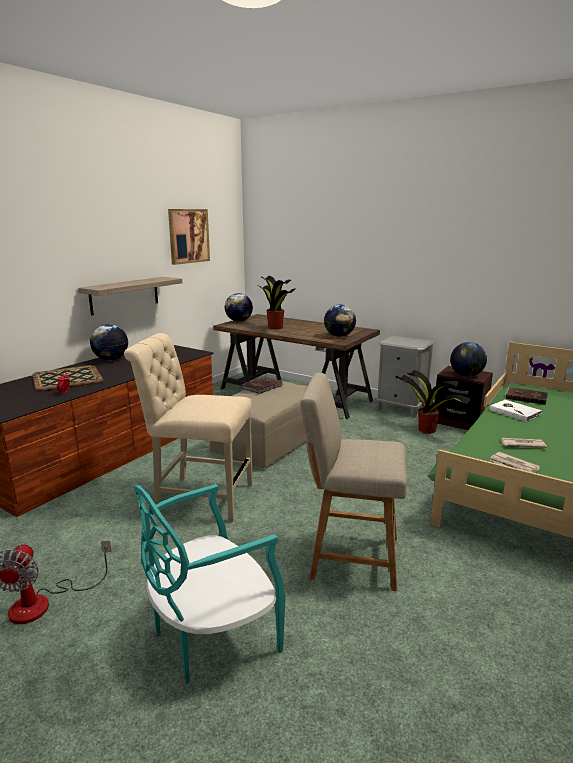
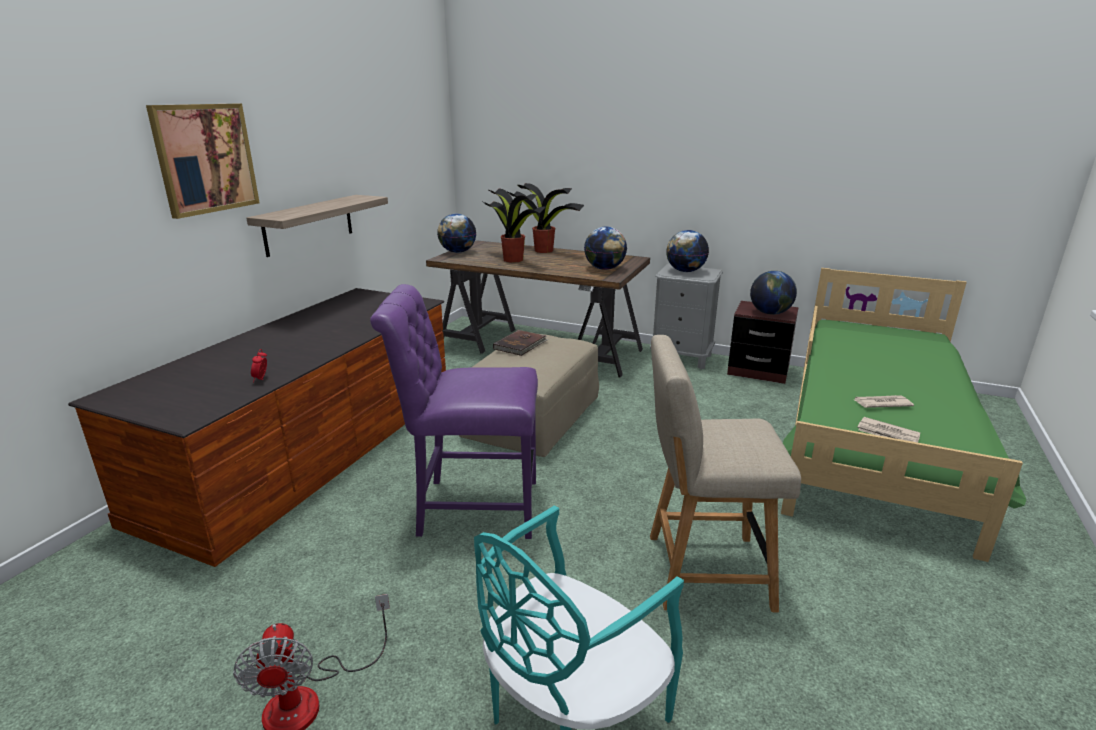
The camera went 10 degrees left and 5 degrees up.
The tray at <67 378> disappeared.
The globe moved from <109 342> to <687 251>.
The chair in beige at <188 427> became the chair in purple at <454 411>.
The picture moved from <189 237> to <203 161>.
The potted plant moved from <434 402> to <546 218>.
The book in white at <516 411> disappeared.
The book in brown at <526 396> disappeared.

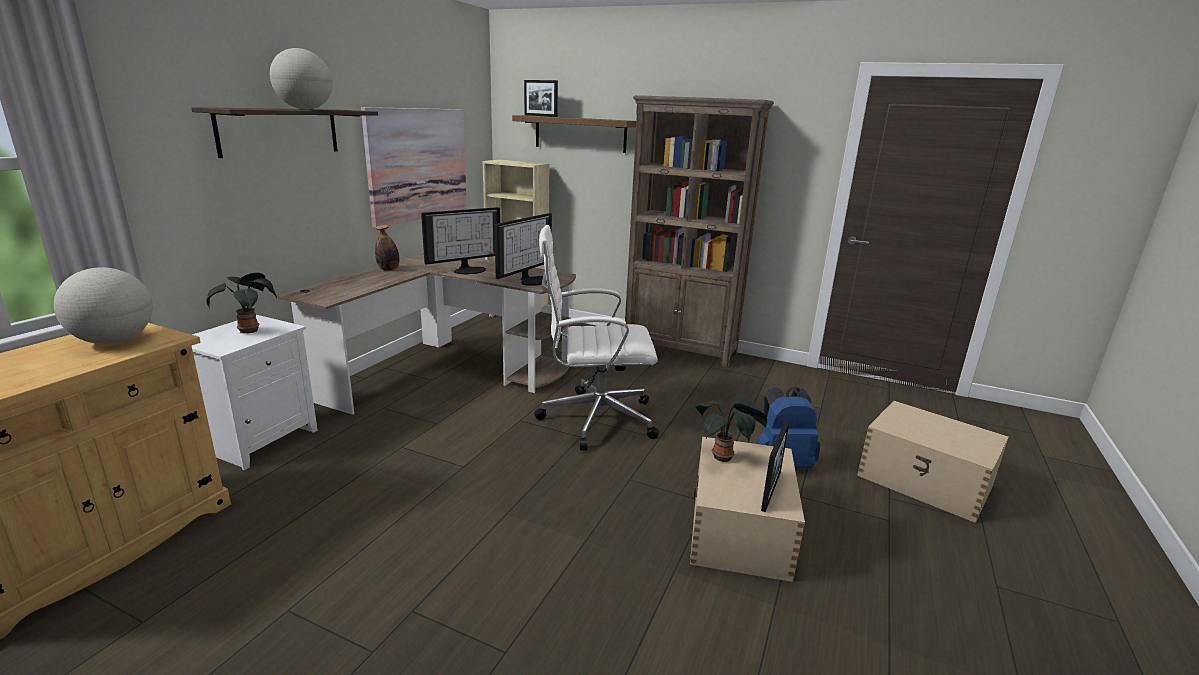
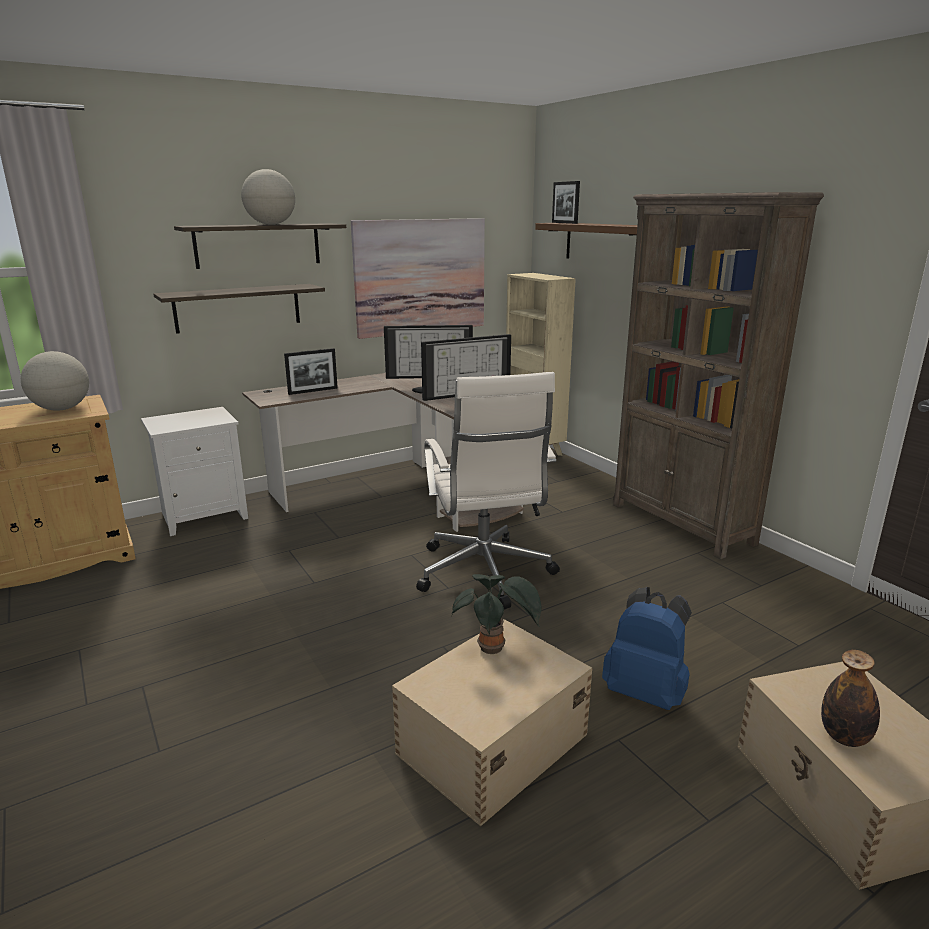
The camera went 35 degrees right and 0 degrees up.
The potted plant at <241 303> disappeared.
The bottle moved from <387 248> to <850 698>.
The office chair in white at <596 337> turned 135 degrees counterclockwise.
The picture frame moved from <775 466> to <311 371>.
The shelf at <239 309> appeared.

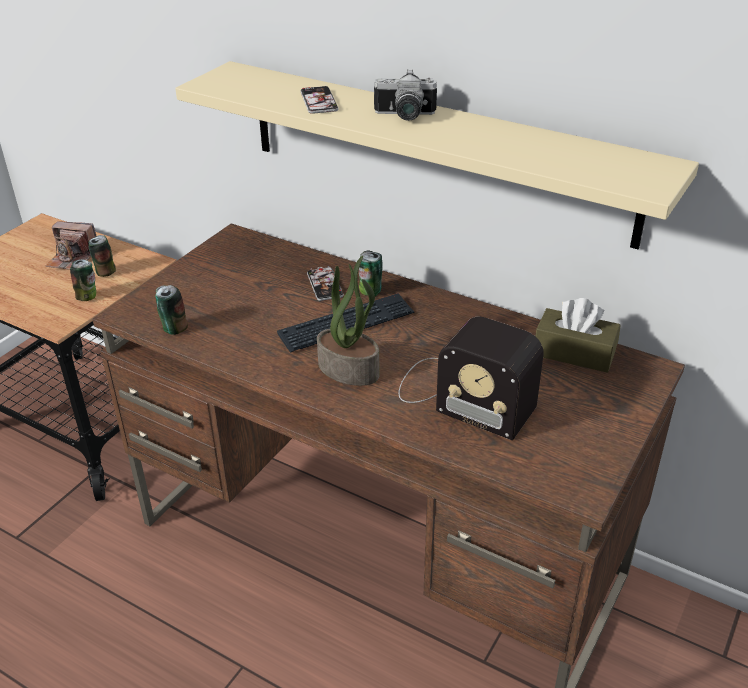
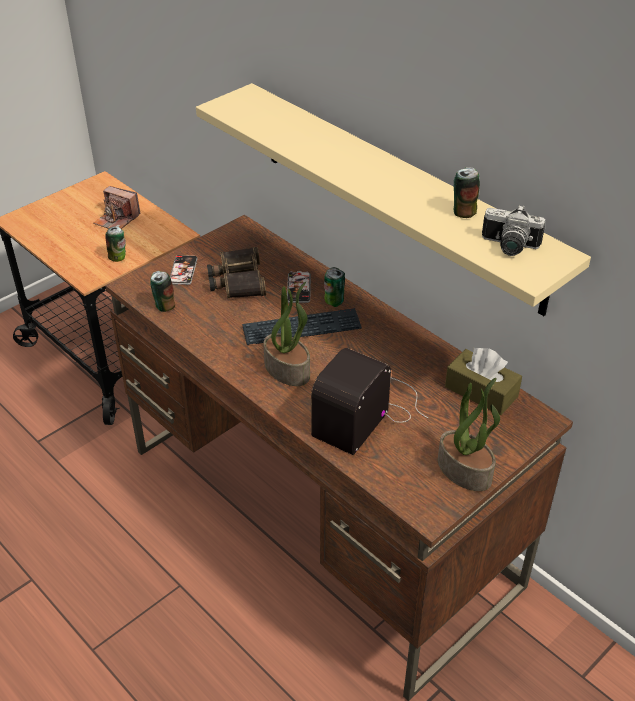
The camera went 15 degrees right and 5 degrees up.
The can moved from <102 256> to <467 192>.
The phone moved from <319 99> to <184 270>.
The photo camera moved from <405 95> to <513 230>.
The radio at <471 378> turned 75 degrees clockwise.
The binoculars at <236 272> appeared.
The potted plant at <469 434> appeared.

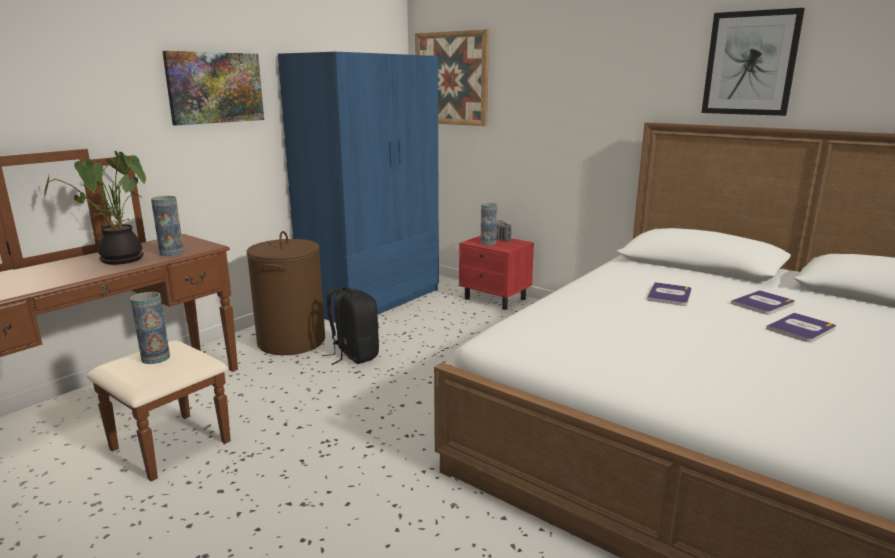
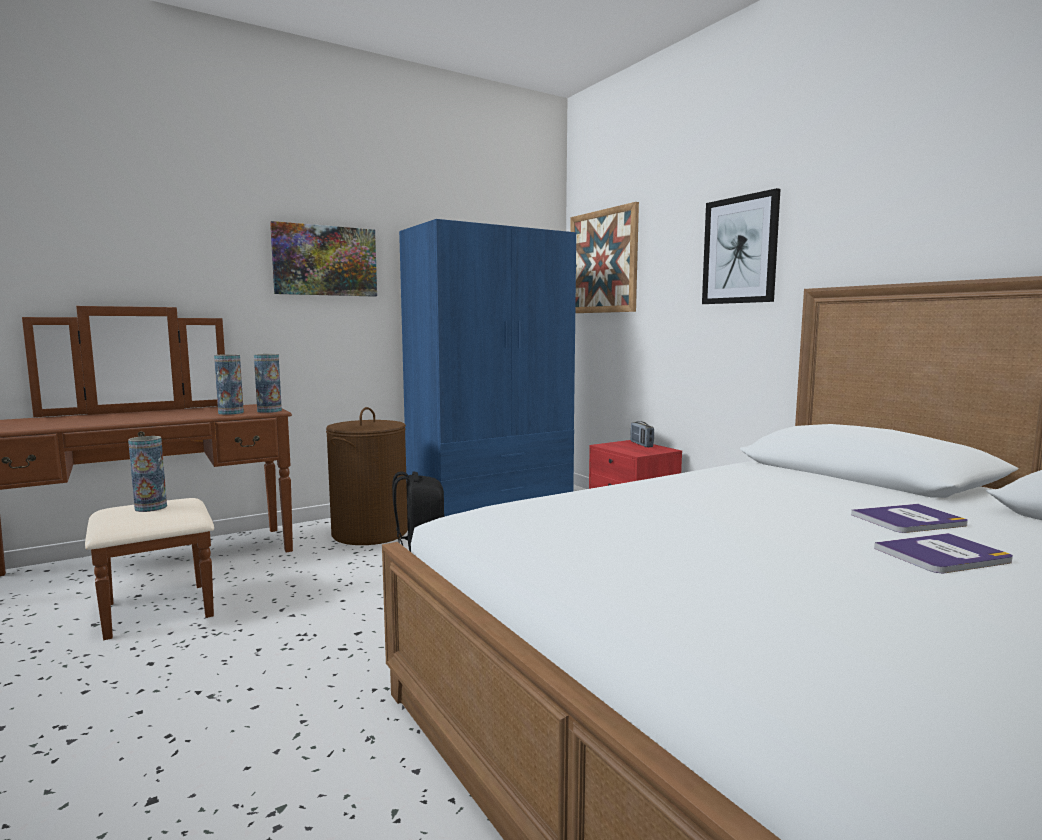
The camera went 20 degrees right and 10 degrees down.
The potted plant at <95 208> disappeared.
The vase moved from <489 224> to <268 383>.
The book at <669 294> disappeared.
The picture moved from <753 62> to <741 246>.

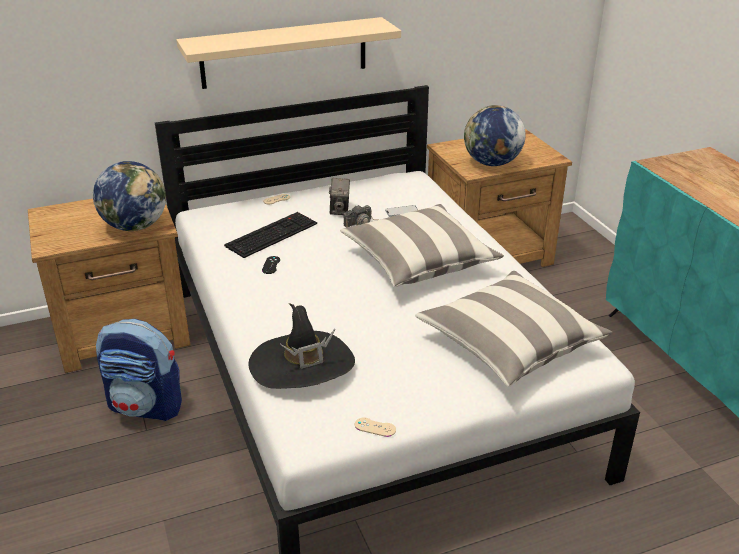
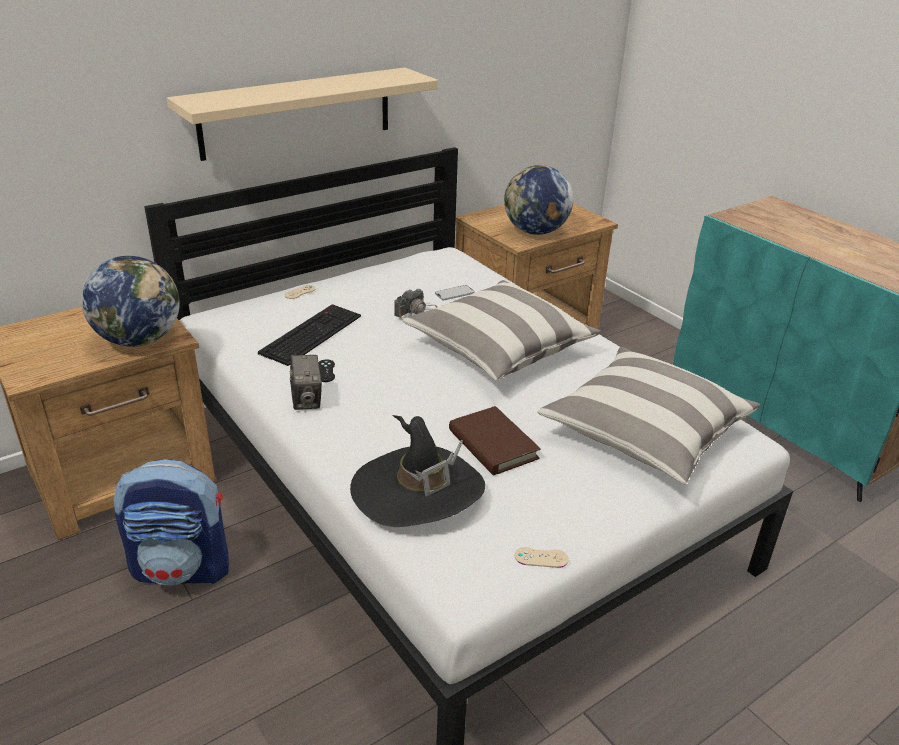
The camera went 15 degrees left and 0 degrees up.
The photo camera moved from <339 196> to <306 382>.
The book in brown at <495 440> appeared.

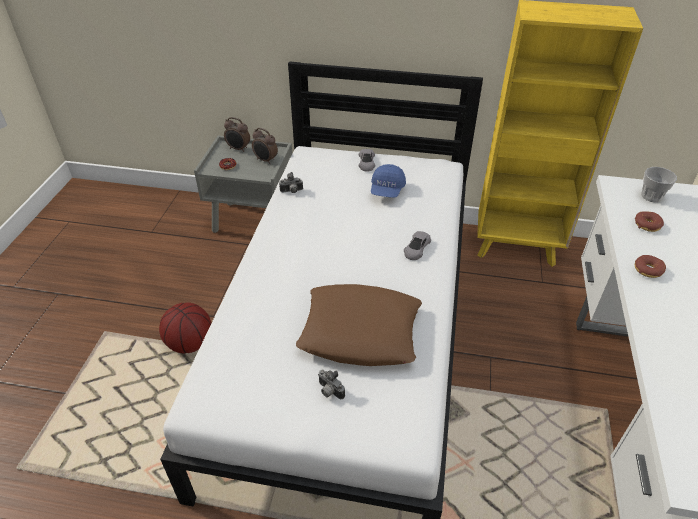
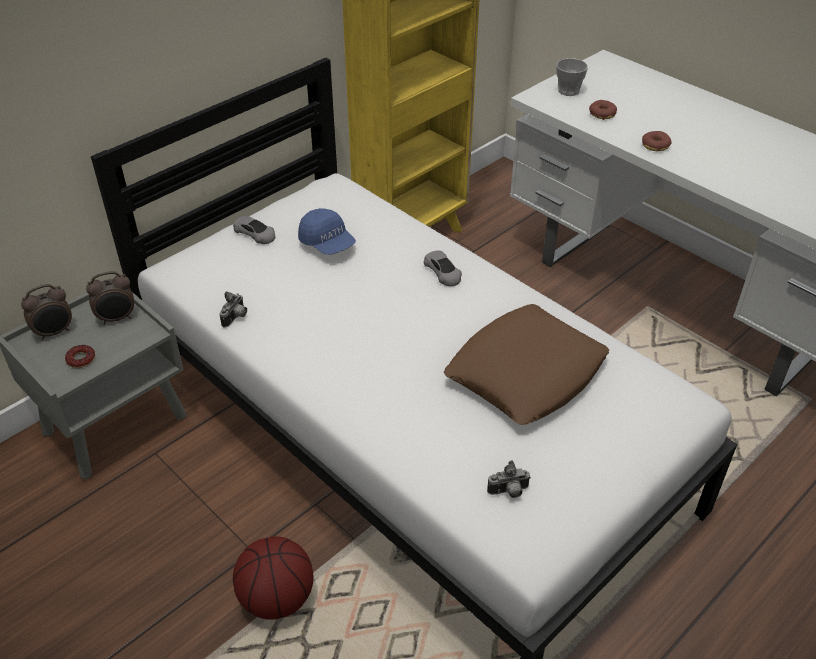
The camera went 55 degrees left and 0 degrees up.
The photo camera moved from <331 384> to <509 479>.

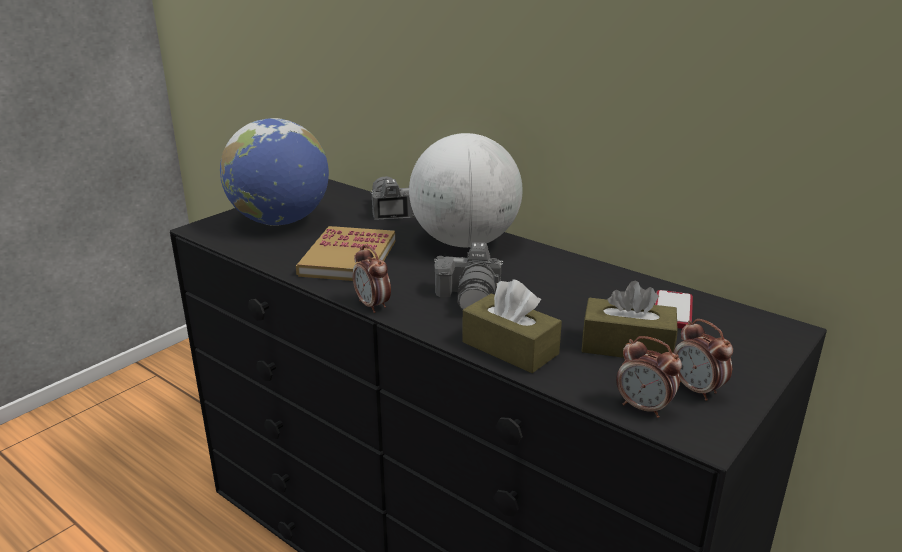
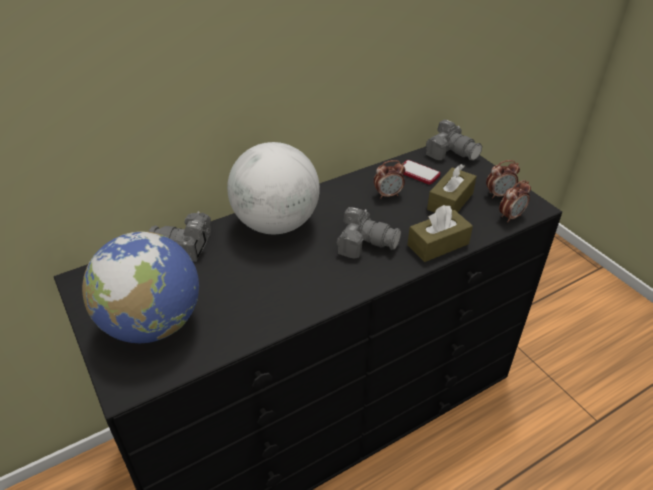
The camera went 70 degrees left and 15 degrees up.
The book at <345 253> disappeared.
The alarm clock moved from <372 279> to <389 179>.
The photo camera at <454 140> appeared.

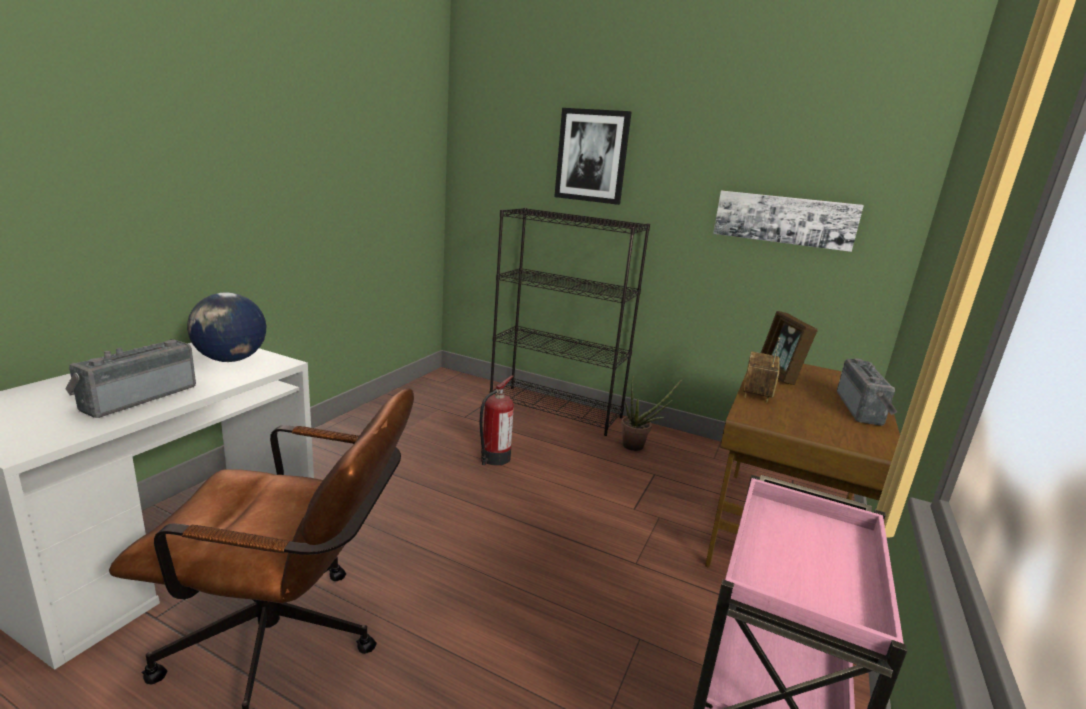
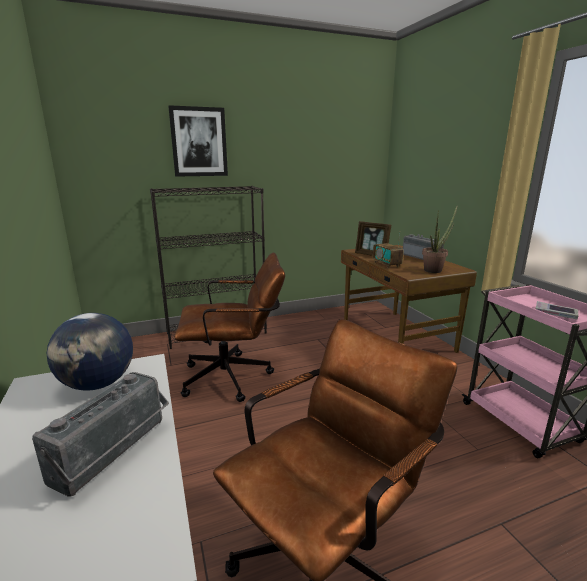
The camera went 45 degrees left and 0 degrees up.
The radio at <131 378> turned 135 degrees counterclockwise.
The fire extinguisher at <497 420> was replaced by the office chair in brown at <230 327>.
The potted plant moved from <652 414> to <440 239>.
The picture at <788 221> disappeared.
The book at <557 310> appeared.

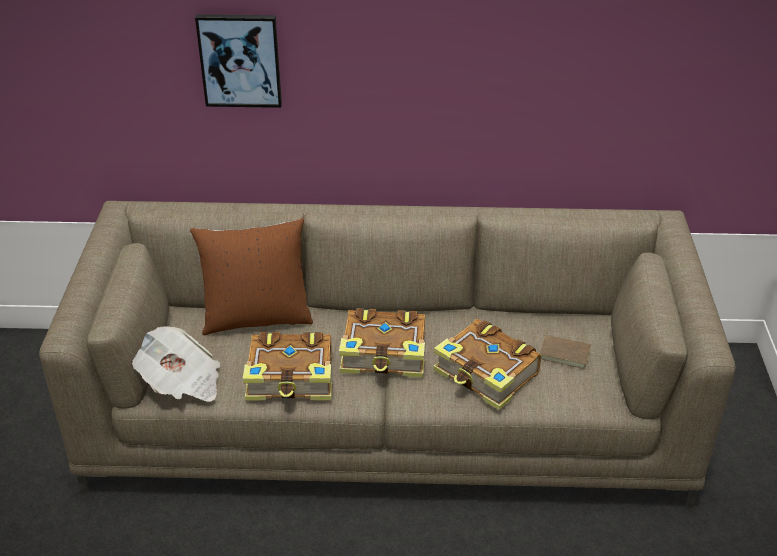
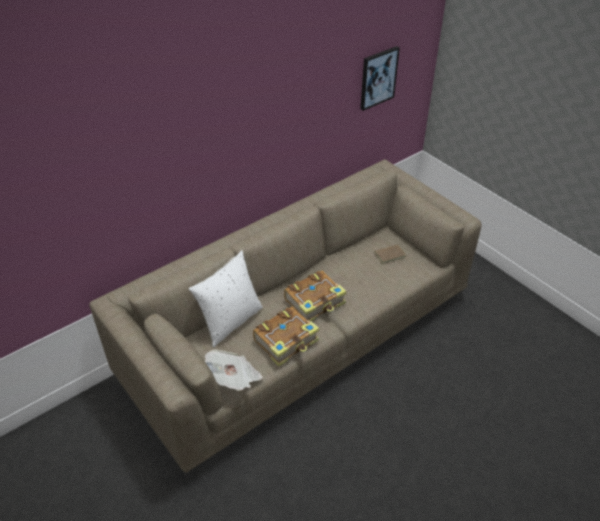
The camera went 40 degrees left and 5 degrees up.
The pillow in brown at <251 276> became the pillow in white at <226 298>.
The picture moved from <238 61> to <380 78>.
The book at <487 364> disappeared.

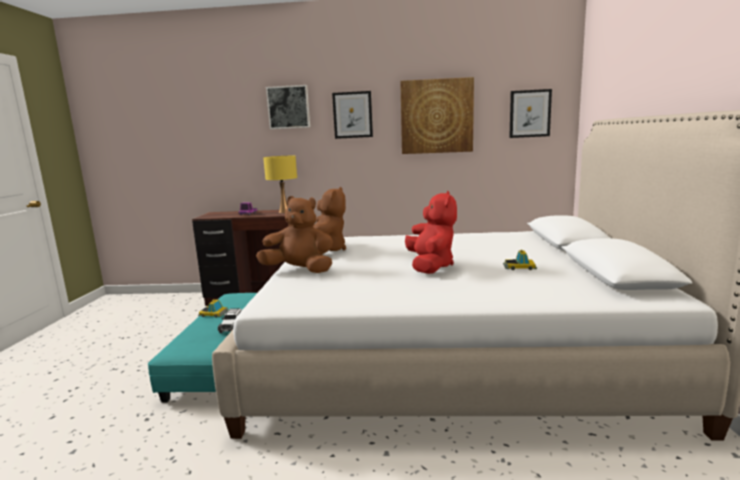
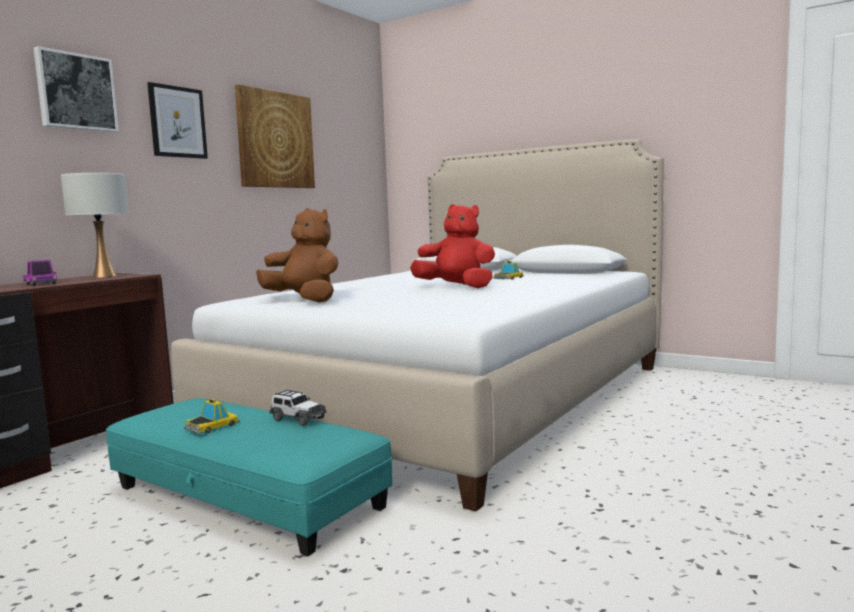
The camera went 60 degrees left and 5 degrees down.
The plush toy in brown at <294 234> disappeared.
The table lamp in yellow at <280 184> became the table lamp in white at <95 225>.
The picture at <530 113> disappeared.

